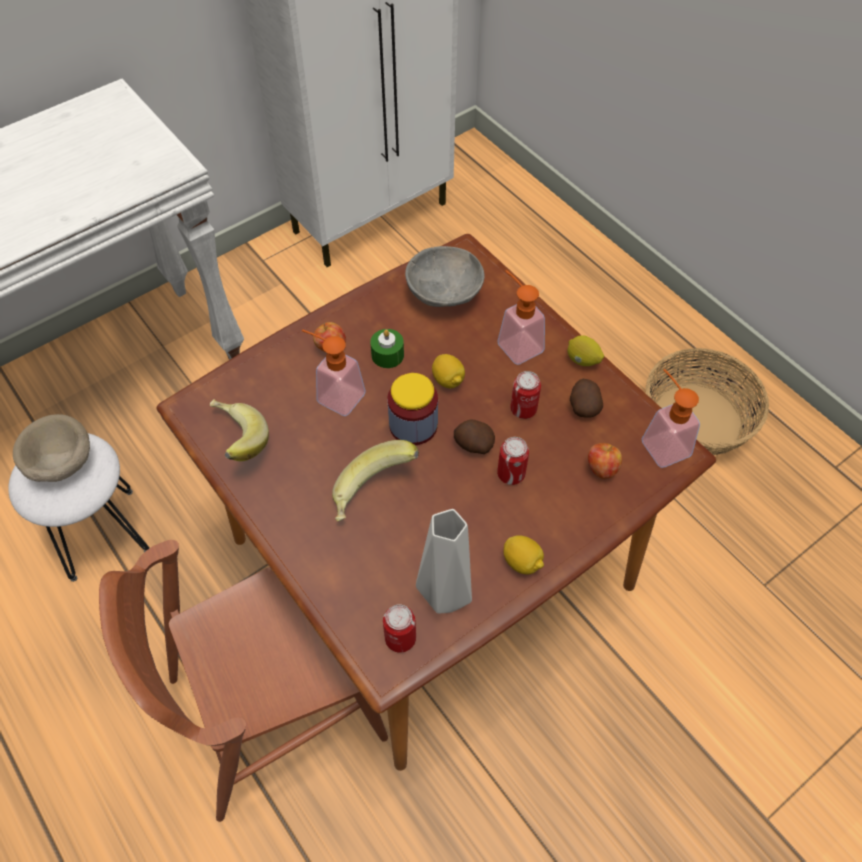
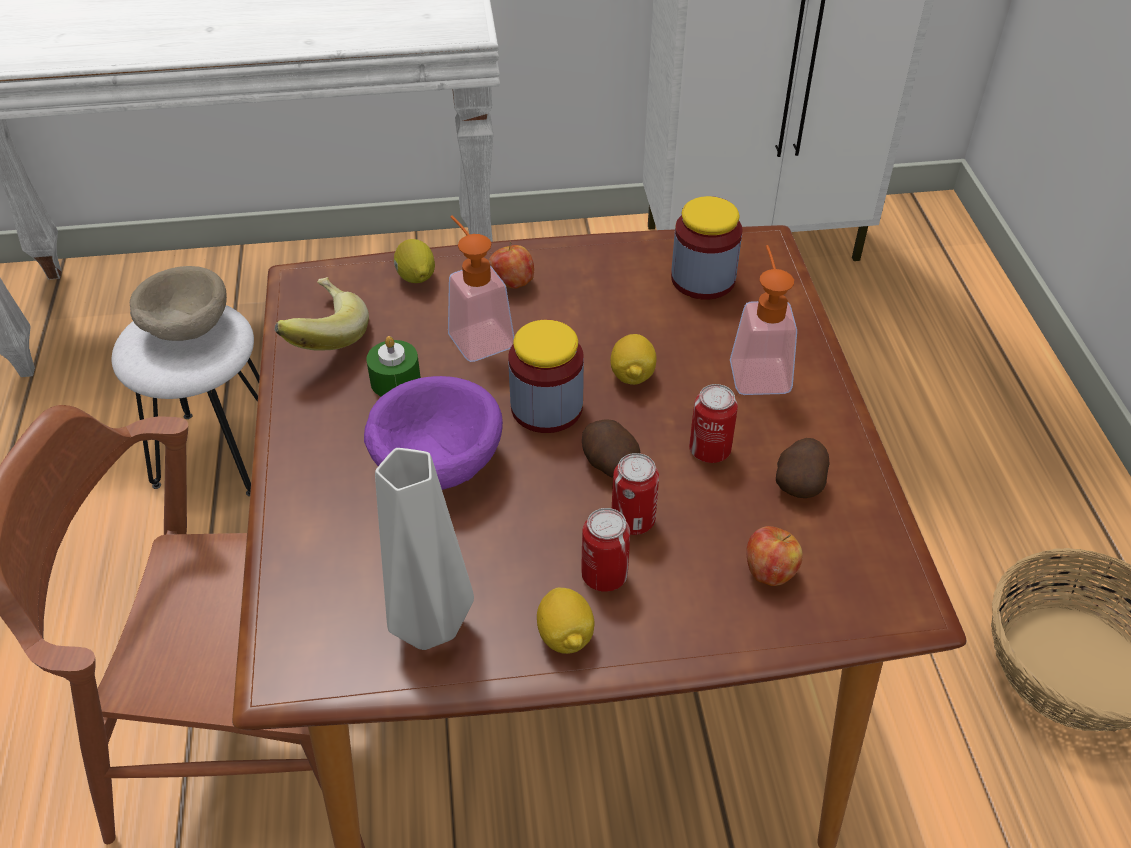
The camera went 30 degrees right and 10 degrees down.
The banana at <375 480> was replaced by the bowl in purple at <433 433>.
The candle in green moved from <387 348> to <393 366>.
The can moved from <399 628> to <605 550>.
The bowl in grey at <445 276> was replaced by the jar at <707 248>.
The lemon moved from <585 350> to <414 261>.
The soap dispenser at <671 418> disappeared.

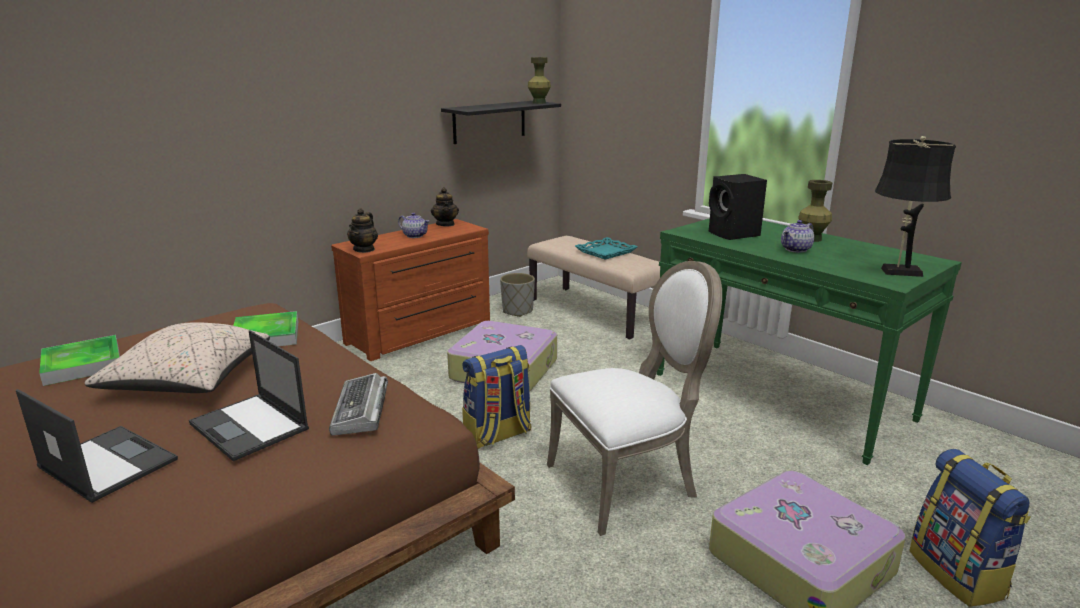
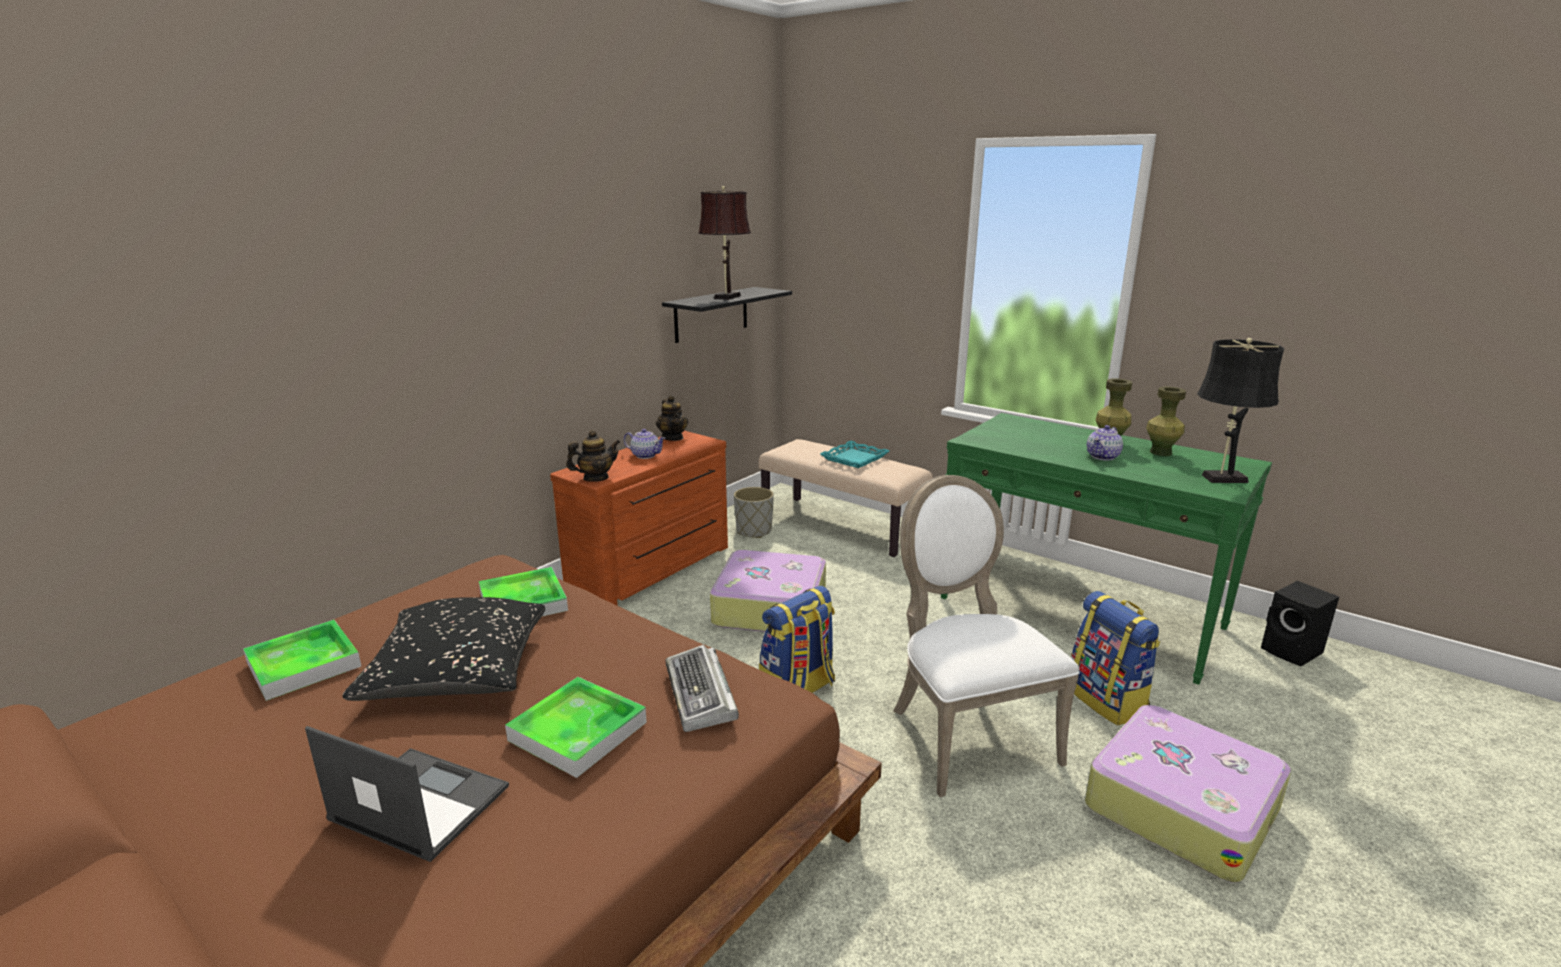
The camera went 10 degrees left and 0 degrees up.
The pillow in beige at <177 357> became the pillow in black at <444 649>.
The laptop at <249 395> was replaced by the tray at <576 727>.
The teapot at <362 230> turned 120 degrees counterclockwise.
The vase in green moved from <539 80> to <1166 421>.
The chair in white at <634 398> turned 75 degrees counterclockwise.
The speaker in black moved from <738 207> to <1300 624>.
The backpack moved from <970 528> to <1116 658>.
The table lamp in brown at <724 243> appeared.

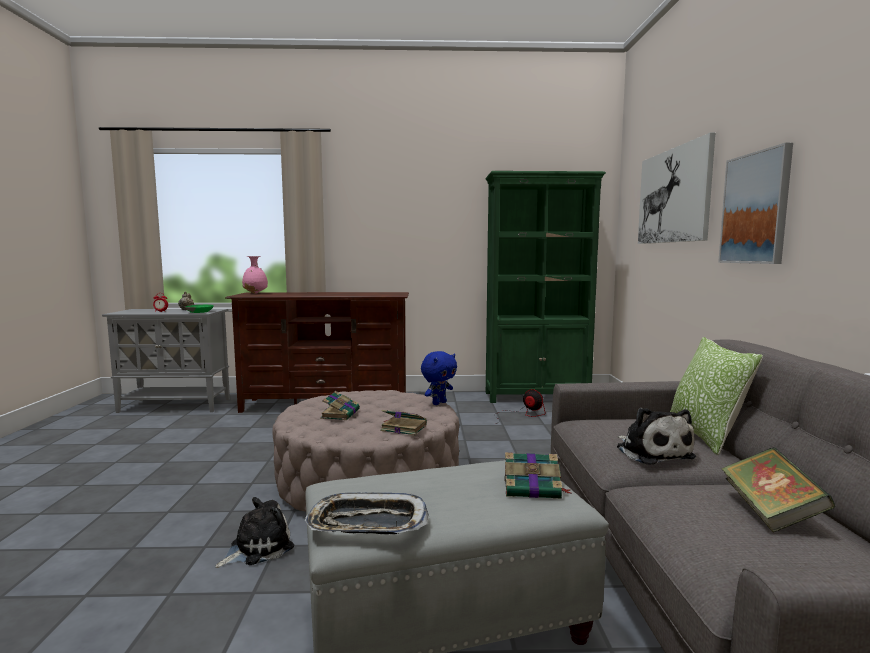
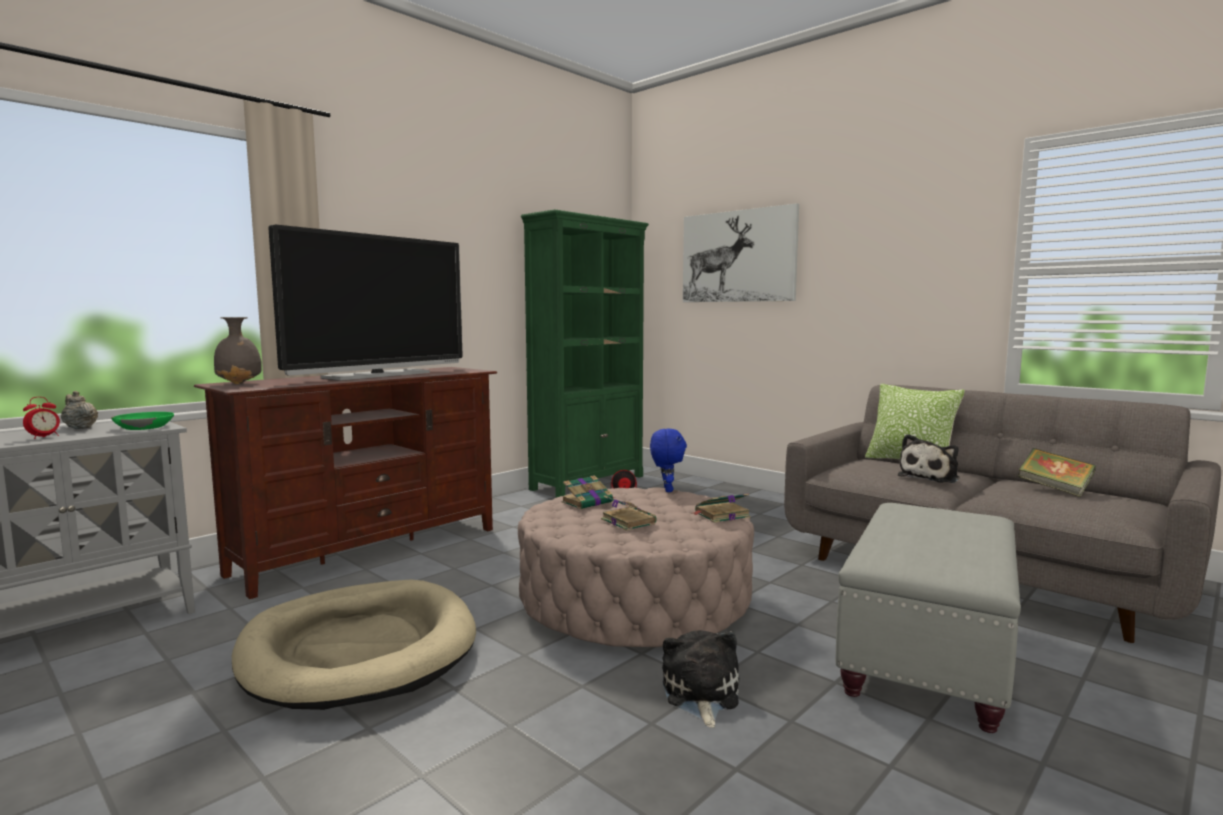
The camera went 45 degrees left and 0 degrees up.
The vase in pink at <255 275> became the vase in grey at <238 350>.
The tray at <367 513> disappeared.
The book moved from <537 475> to <588 492>.
The plush toy at <656 436> turned 105 degrees clockwise.
The picture at <755 203> disappeared.
The dog bed in beige at <354 645> appeared.
The television at <365 303> appeared.

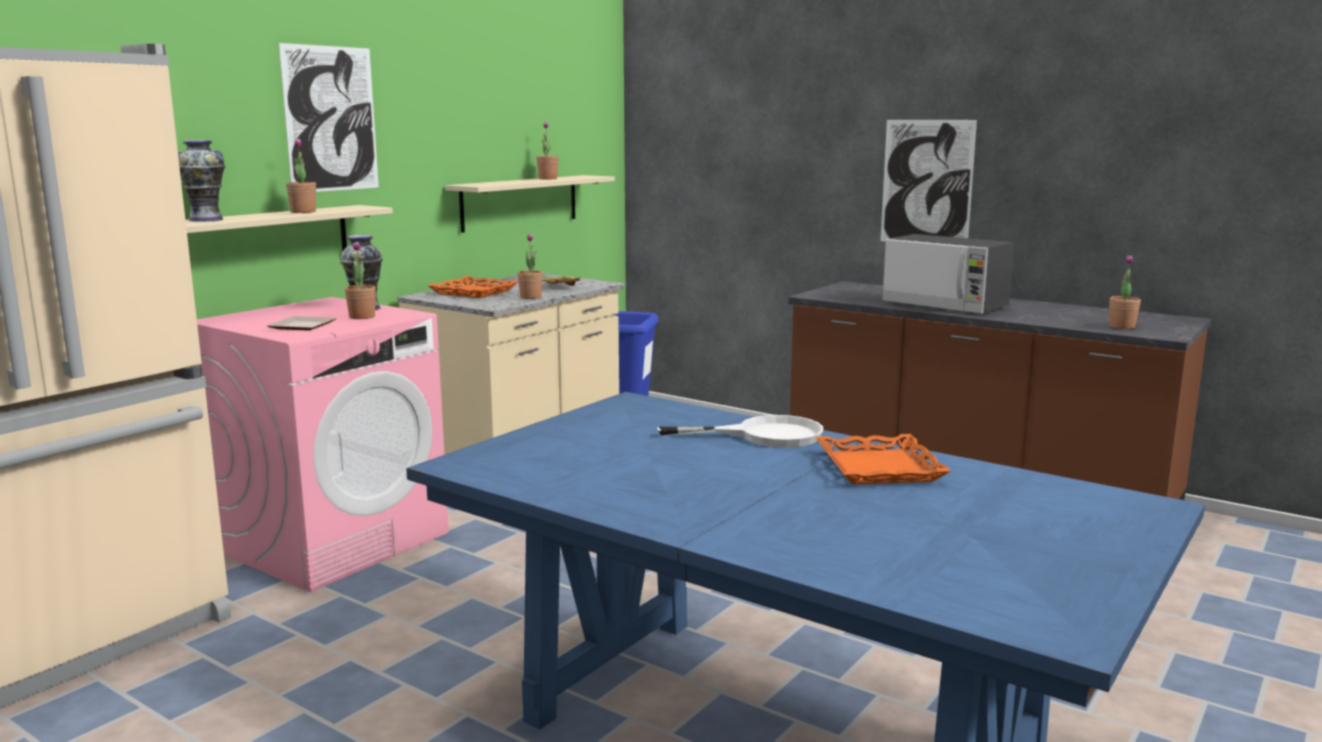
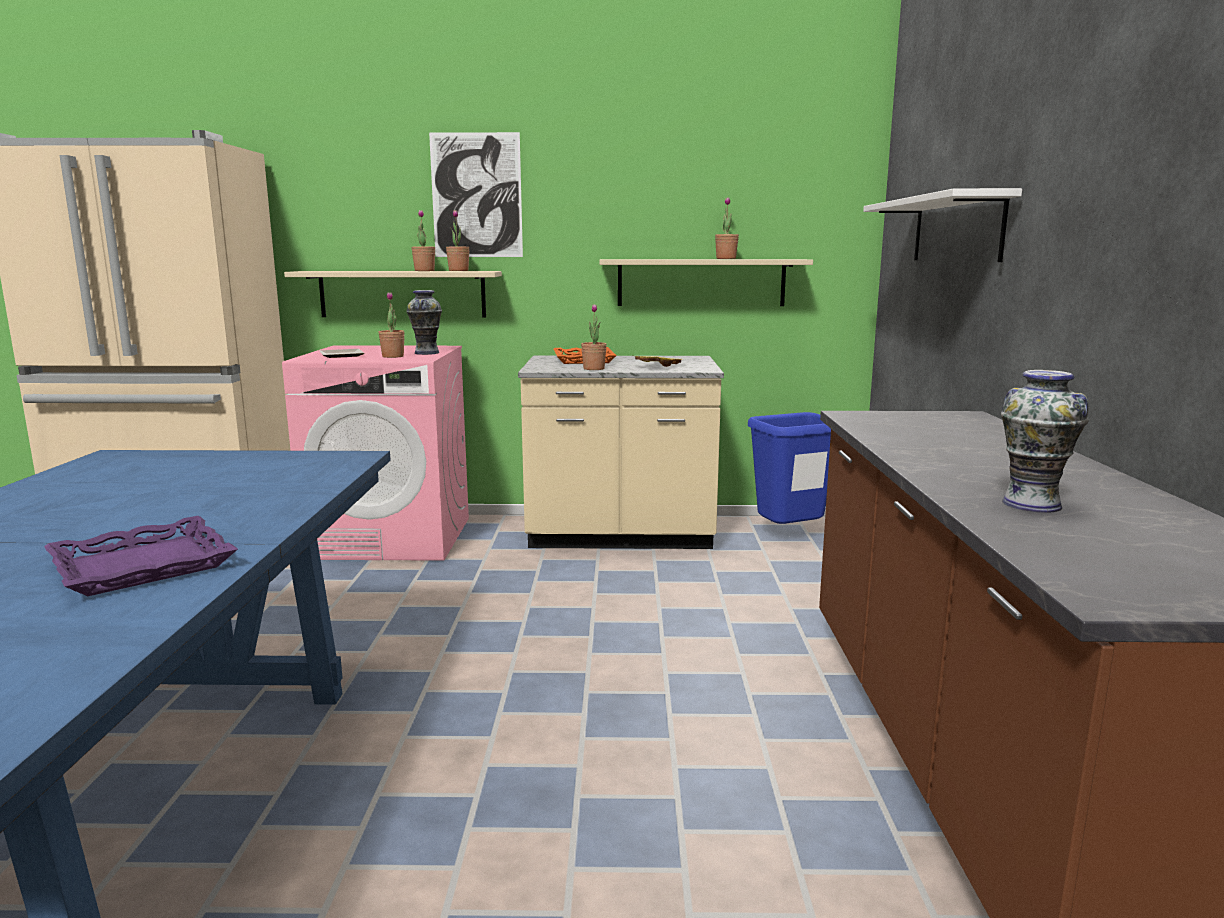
The camera went 55 degrees right and 0 degrees up.
The vase moved from <201 181> to <1044 441>.
The frying pan in white at <740 431> disappeared.
The tray in orange at <883 459> became the tray in purple at <141 556>.
The picture at <929 181> disappeared.
The microwave at <948 274> disappeared.
The potted plant moved from <1125 292> to <458 240>.
The shelf in white at <942 225> appeared.

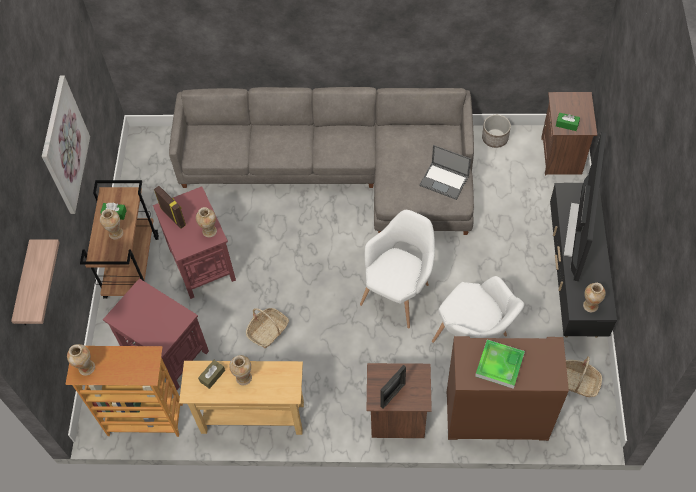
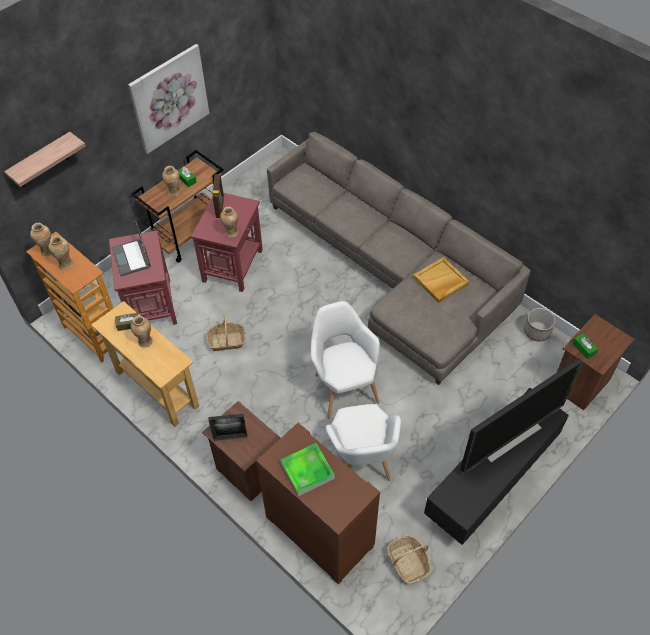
The camera went 40 degrees right and 5 degrees down.
The armchair in white at <397 269> turned 90 degrees counterclockwise.
The laptop moved from <445 172> to <131 248>.
The vase moved from <594 297> to <61 252>.
The tray in beige at <441 280> appeared.

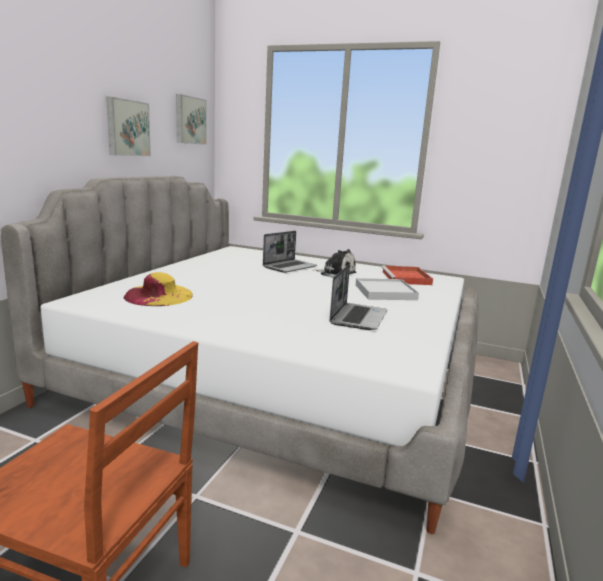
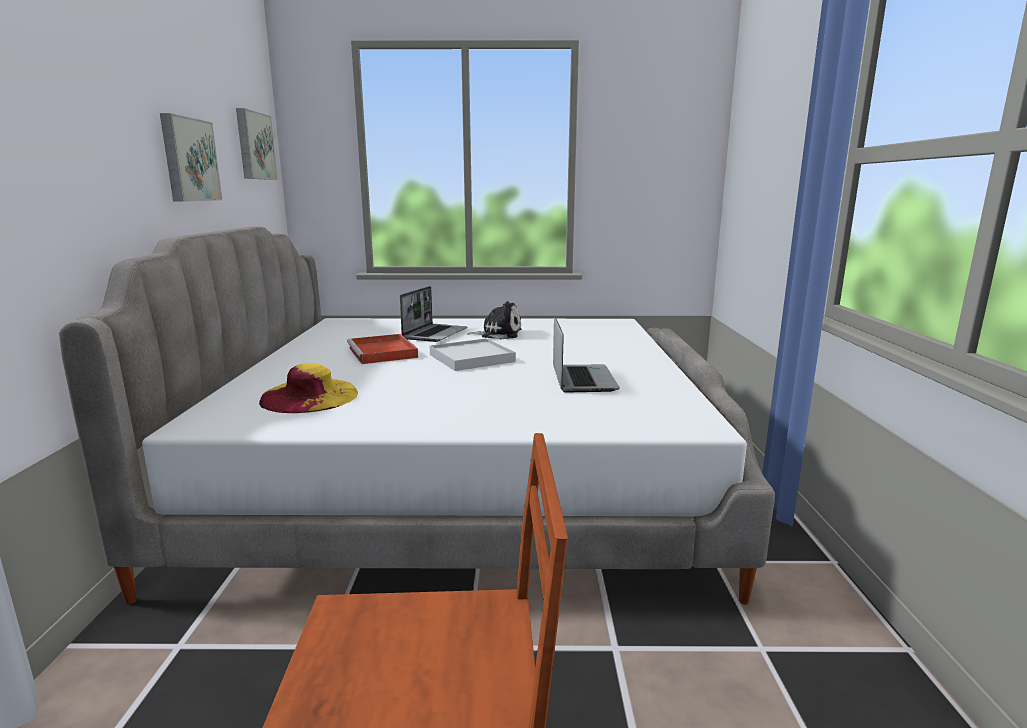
The camera went 20 degrees left and 0 degrees up.
The tray in white moved from <387 289> to <473 354>.
The tray in red moved from <407 275> to <382 349>.

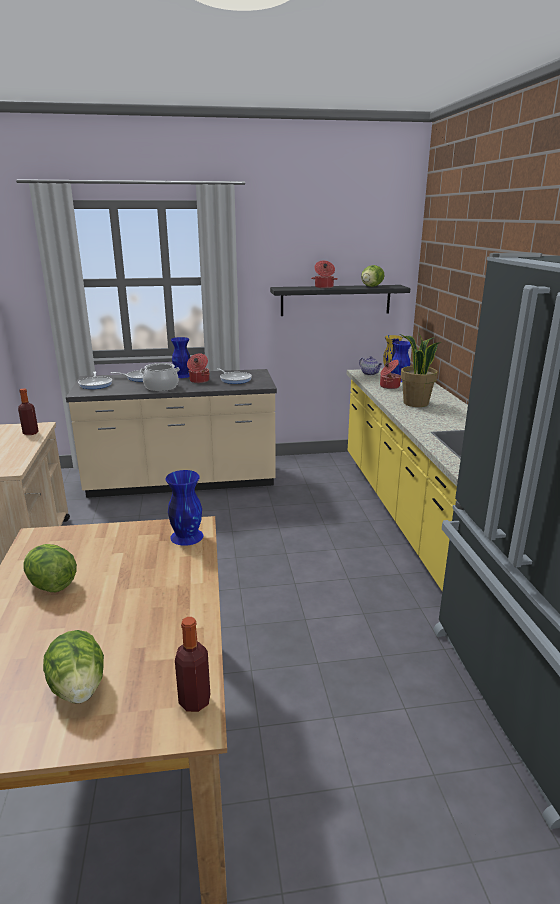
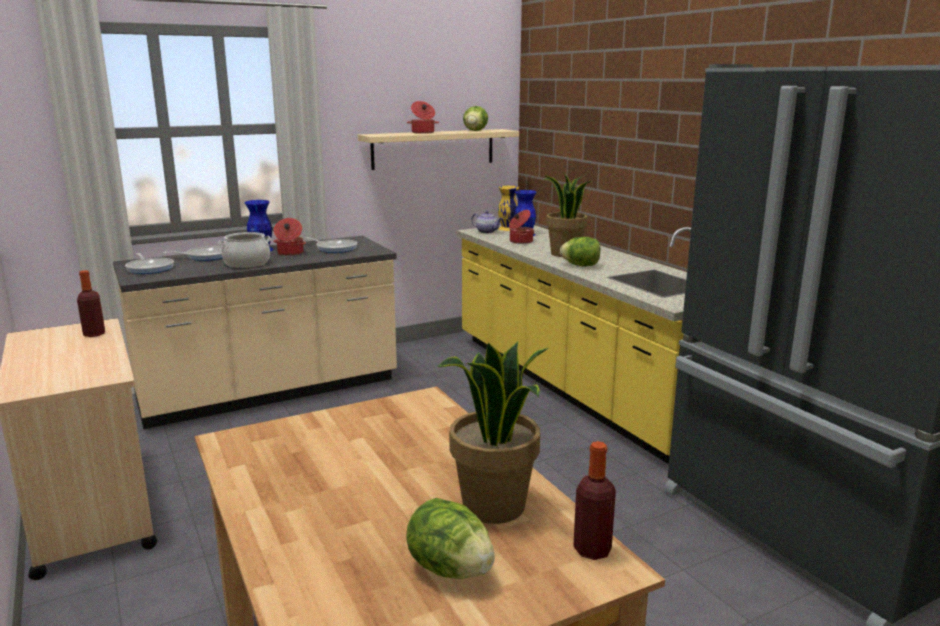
The camera went 20 degrees left and 5 degrees down.
The lettuce moved from <50 568> to <580 251>.
The vase in blue at <184 508> disappeared.
The shelf in black at <340 300> became the shelf in beige at <438 149>.
The potted plant at <493 432> appeared.

